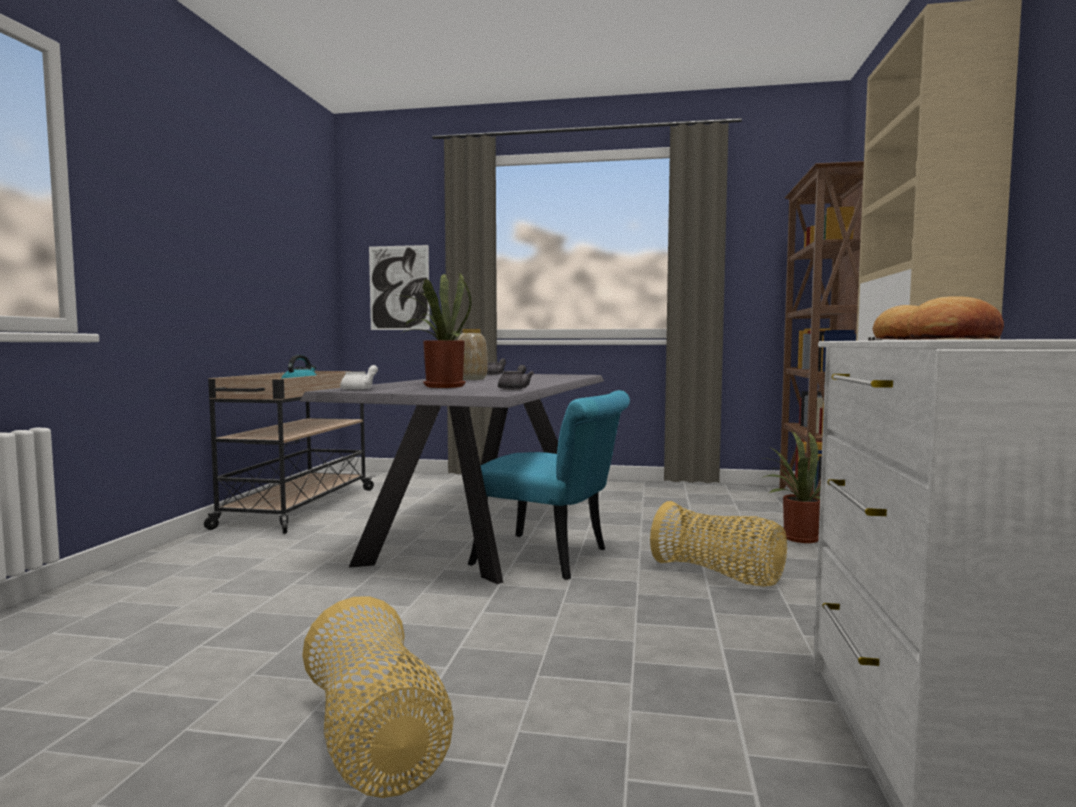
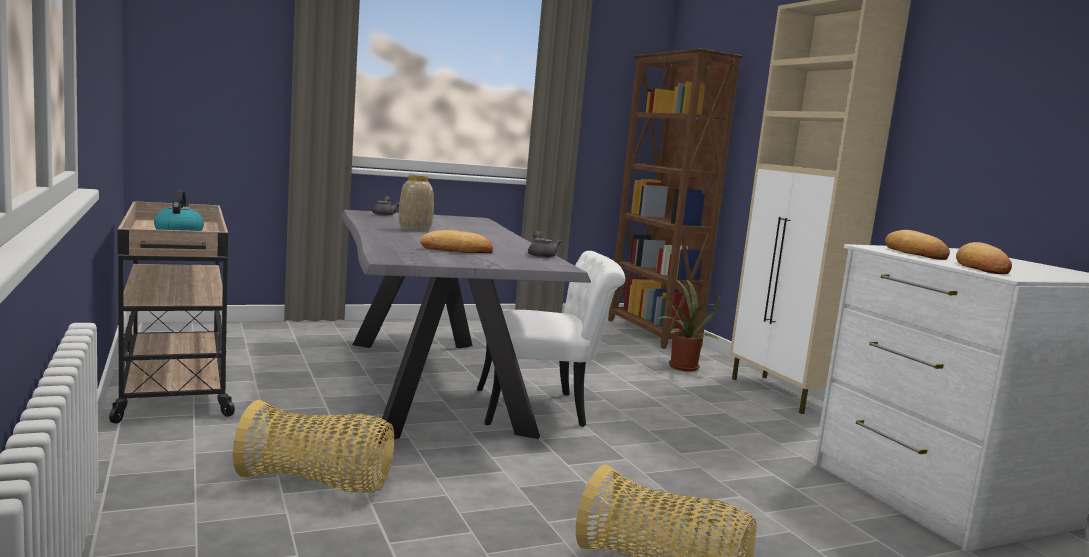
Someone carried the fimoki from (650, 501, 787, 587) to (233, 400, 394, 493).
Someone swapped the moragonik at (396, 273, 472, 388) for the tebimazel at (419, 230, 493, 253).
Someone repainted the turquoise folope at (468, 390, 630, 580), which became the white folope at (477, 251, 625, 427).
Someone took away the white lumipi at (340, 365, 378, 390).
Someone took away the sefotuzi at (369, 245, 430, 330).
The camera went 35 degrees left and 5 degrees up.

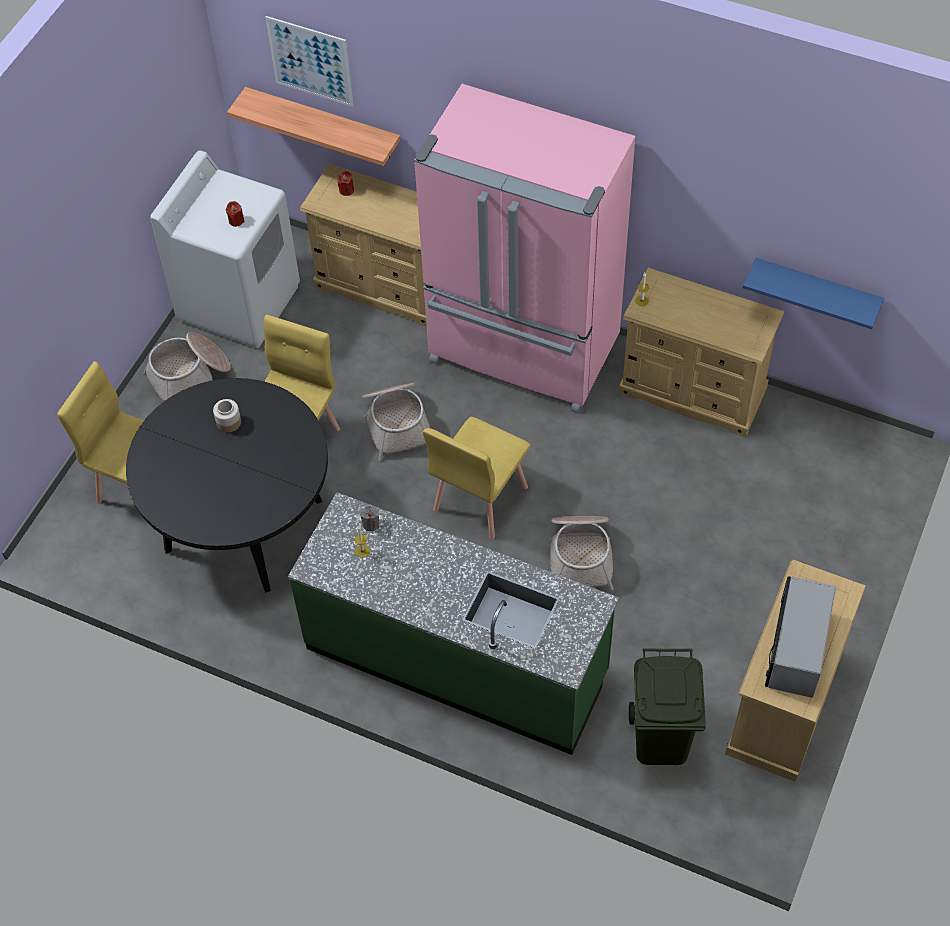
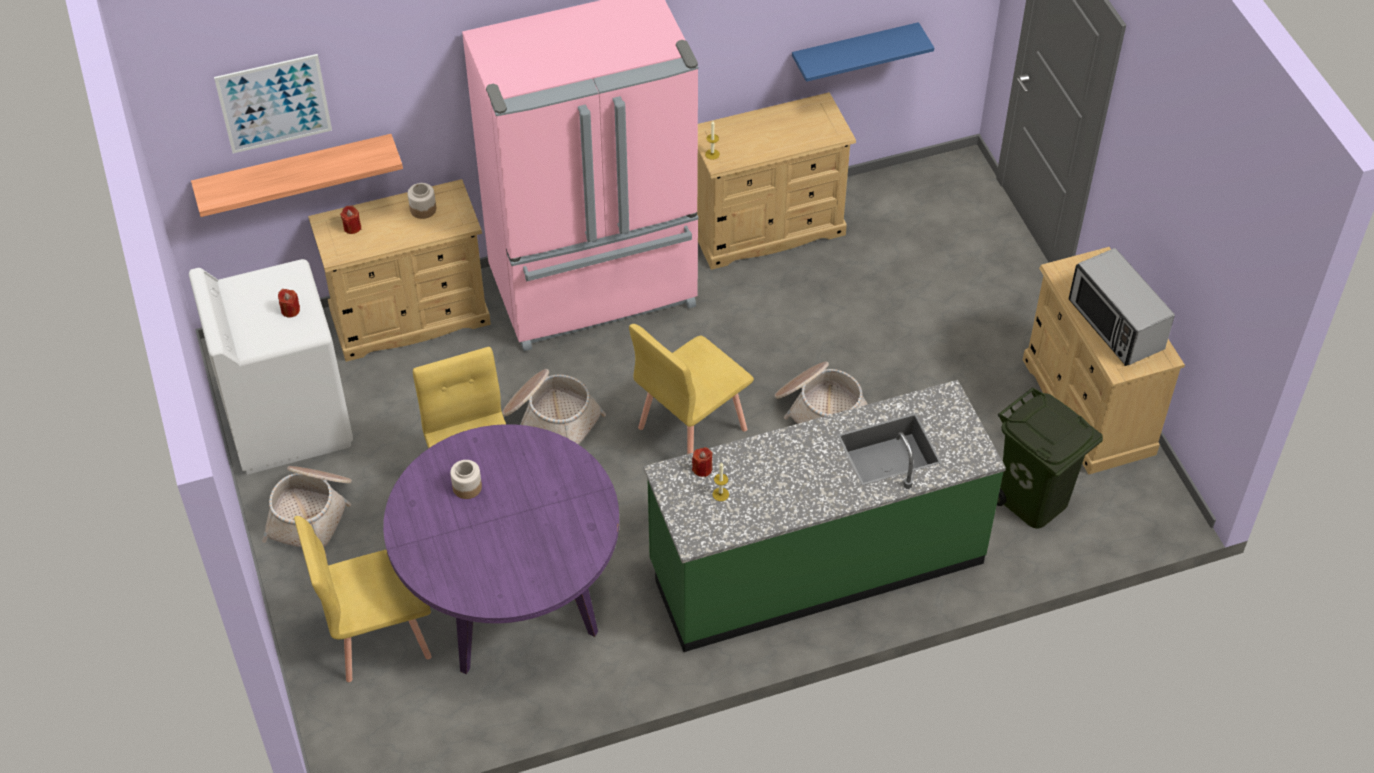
Someone repainted the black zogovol at (126, 378, 328, 593), which became the purple zogovol at (383, 424, 619, 674).
Someone put down the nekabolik at (408, 183, 436, 219).
Someone rotated the yellow folope at (423, 417, 531, 539) by 60 degrees clockwise.
Someone repainted the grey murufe at (361, 506, 380, 531), which became the red murufe at (692, 447, 713, 477).
The camera went 45 degrees left and 5 degrees down.

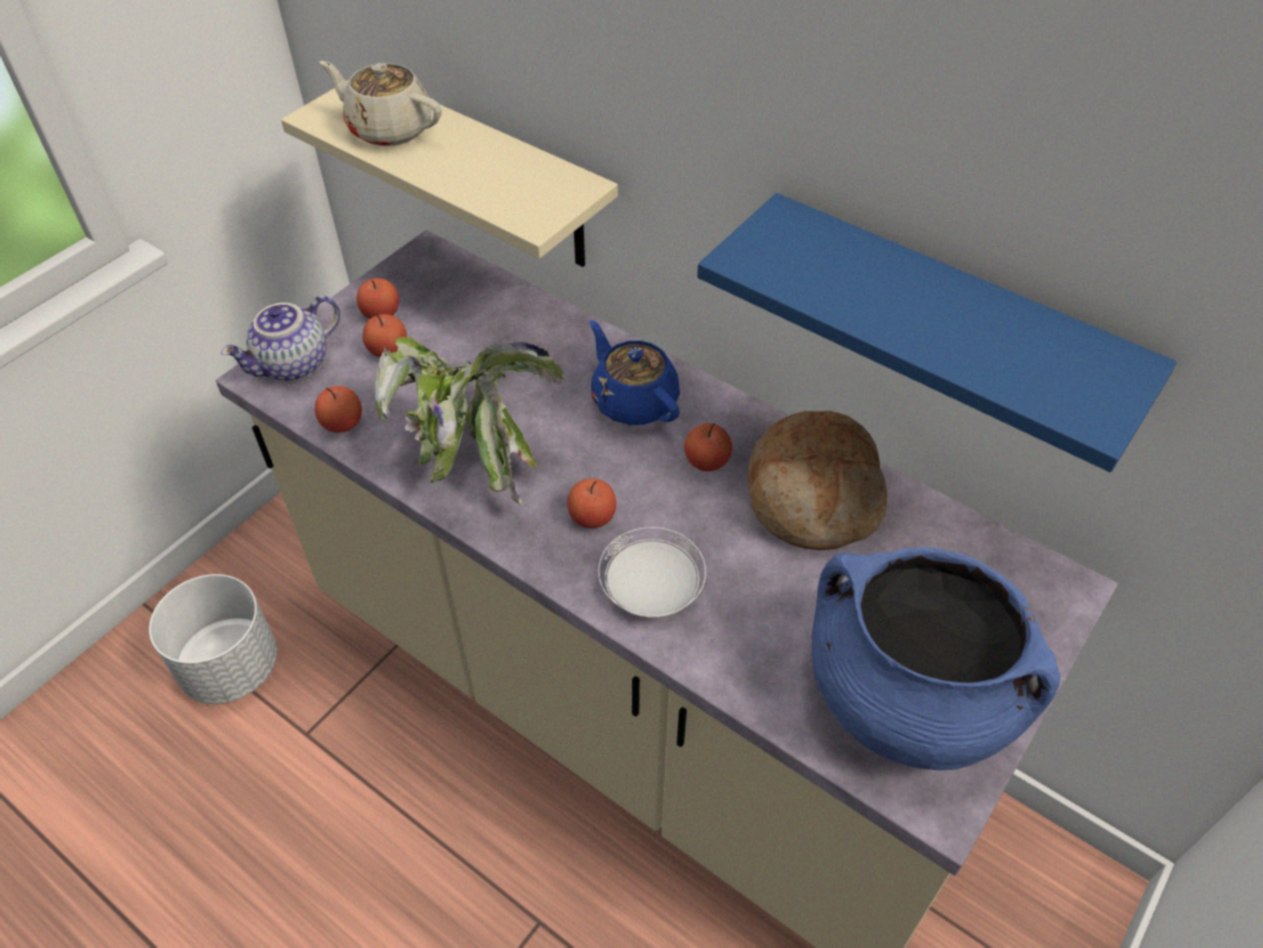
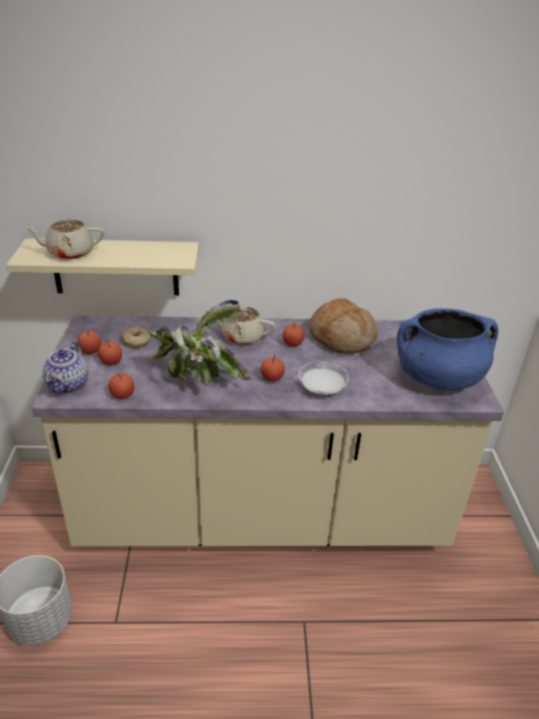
Someone put down the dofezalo at (121, 326, 150, 348).
Someone repainted the blue lumipi at (590, 320, 680, 425), which became the beige lumipi at (208, 306, 275, 345).
Someone took away the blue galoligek at (697, 193, 1177, 472).
The camera went 40 degrees left and 15 degrees down.

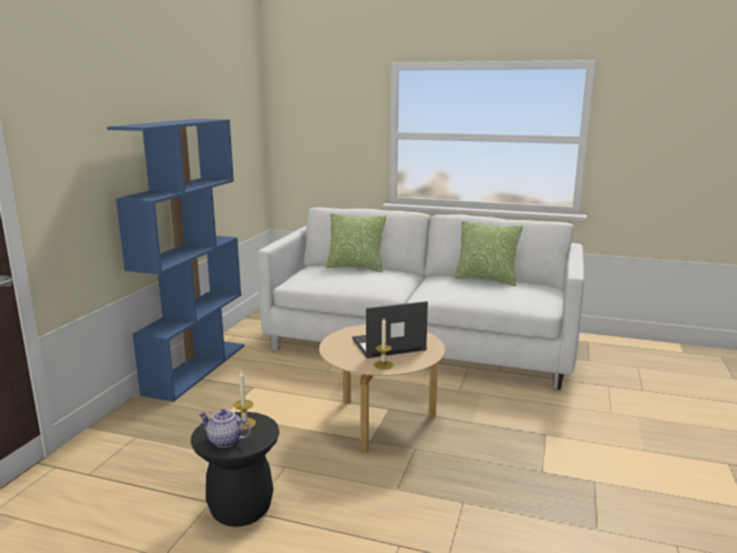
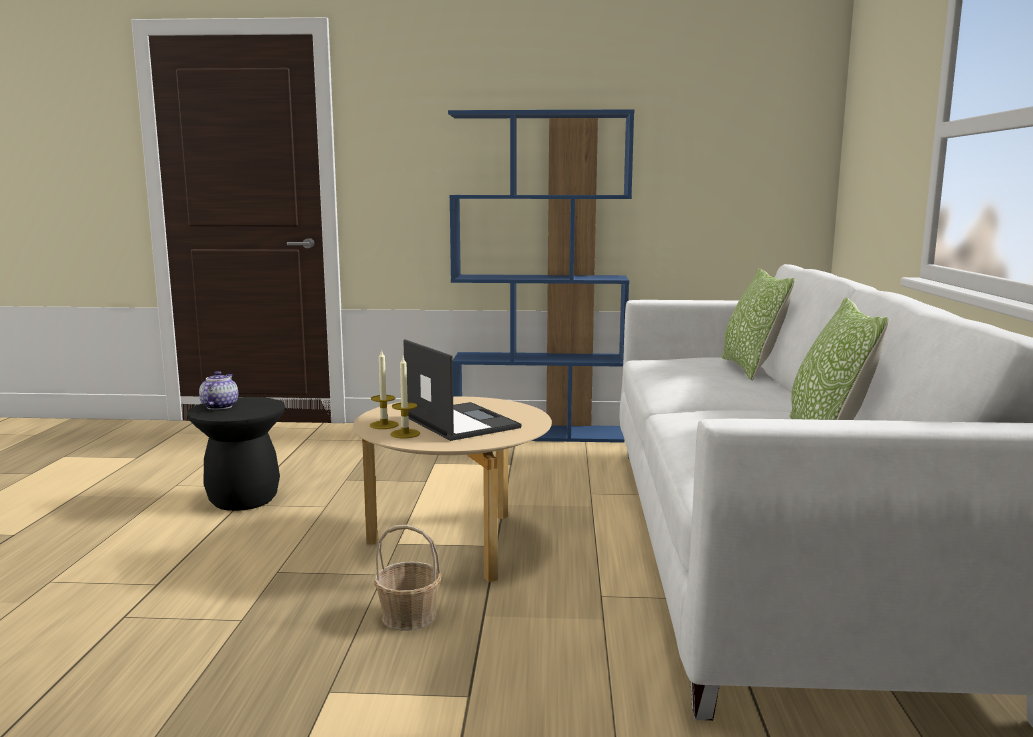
Someone put down the fimoki at (374, 525, 441, 631).
Someone carried the murufe from (234, 371, 256, 430) to (390, 357, 420, 438).
The camera went 75 degrees right and 5 degrees down.

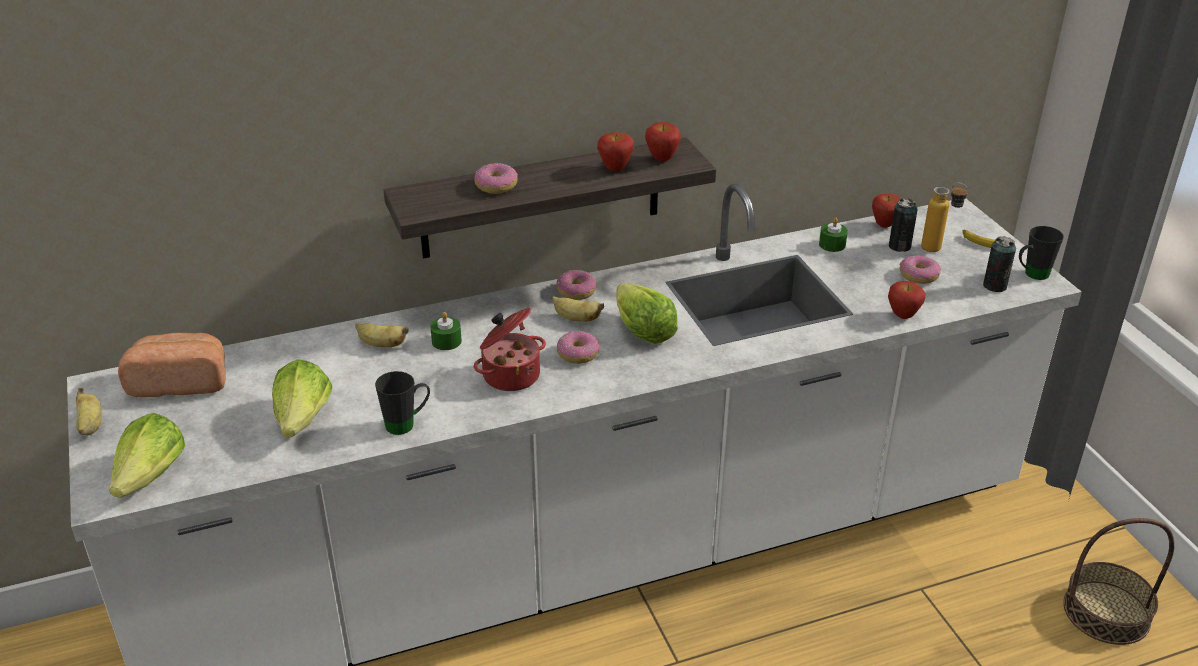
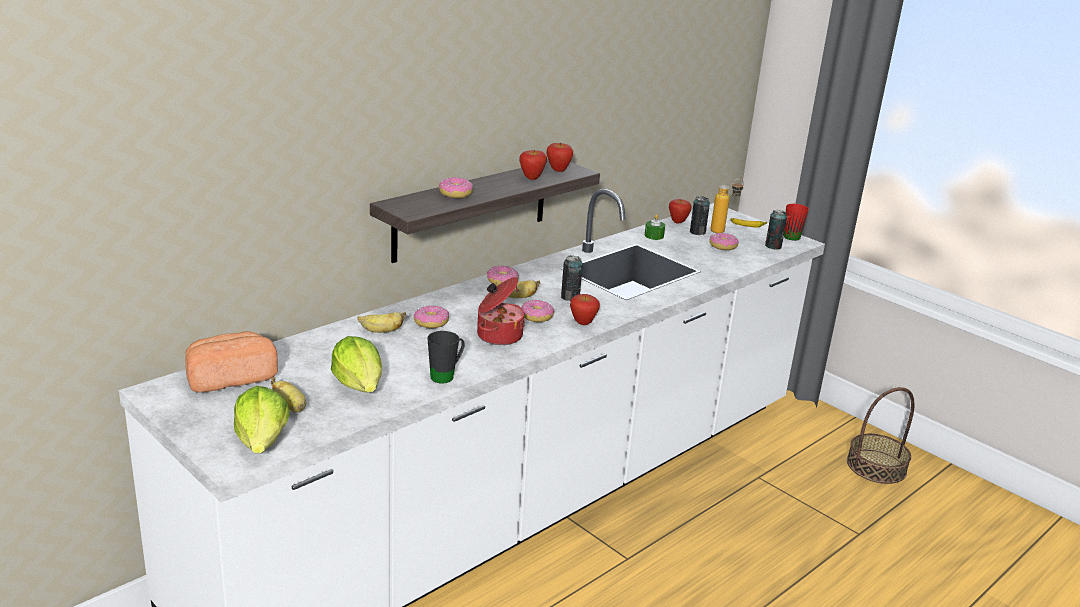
Someone carried the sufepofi from (76, 388, 102, 435) to (271, 377, 306, 413).
Someone swapped the green murufe at (430, 312, 462, 350) for the dofezalo at (414, 305, 449, 328).
Someone swapped the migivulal at (616, 283, 678, 344) for the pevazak at (561, 255, 583, 301).
Someone carried the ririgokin from (888, 281, 926, 319) to (570, 294, 600, 325).
Someone repainted the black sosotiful at (1019, 226, 1064, 280), which became the red sosotiful at (784, 204, 809, 241).
The camera went 25 degrees left and 10 degrees down.

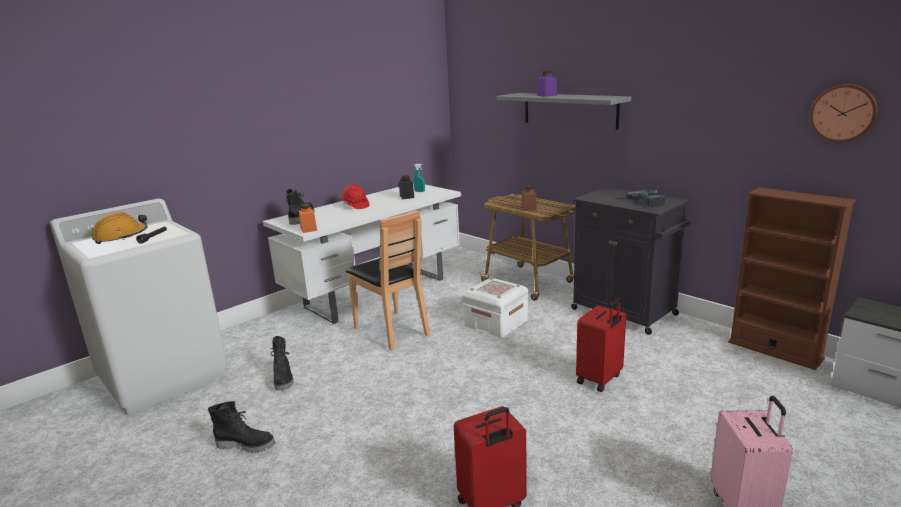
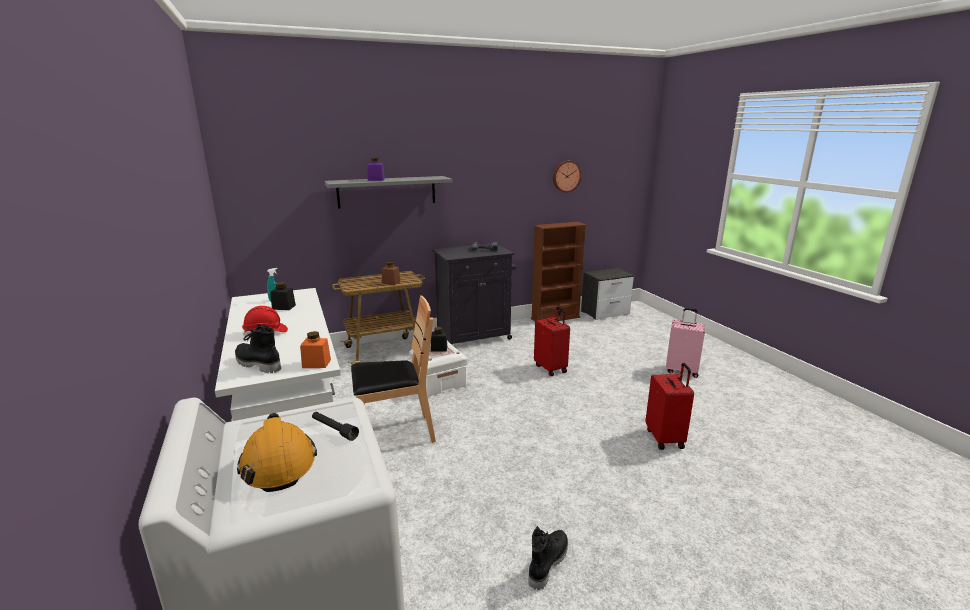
Someone put down the black nekabolik at (431, 327, 447, 352).
Someone took away the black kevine at (270, 336, 294, 391).
The camera went 70 degrees left and 0 degrees up.

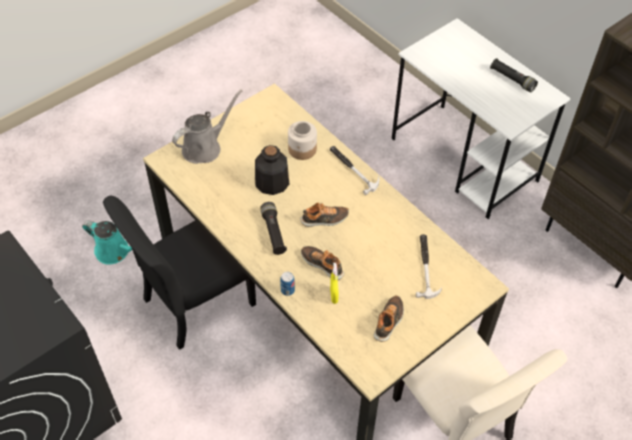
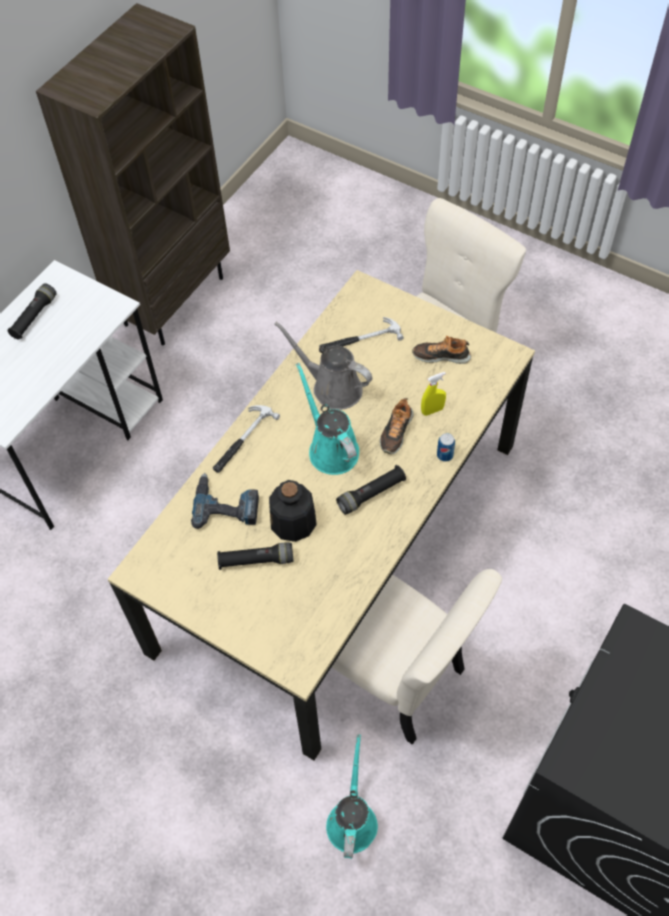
Someone swapped the nekabolik at (288, 121, 317, 160) for the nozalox at (191, 473, 259, 529).
Someone put down the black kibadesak at (217, 543, 294, 570).
Someone carried the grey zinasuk from (172, 90, 242, 164) to (275, 321, 372, 410).
Someone swapped the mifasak at (300, 203, 349, 227) for the turquoise zinasuk at (296, 363, 359, 475).
Someone repainted the black folope at (103, 196, 256, 350), which became the beige folope at (332, 569, 502, 745).
The camera went 105 degrees left and 5 degrees up.

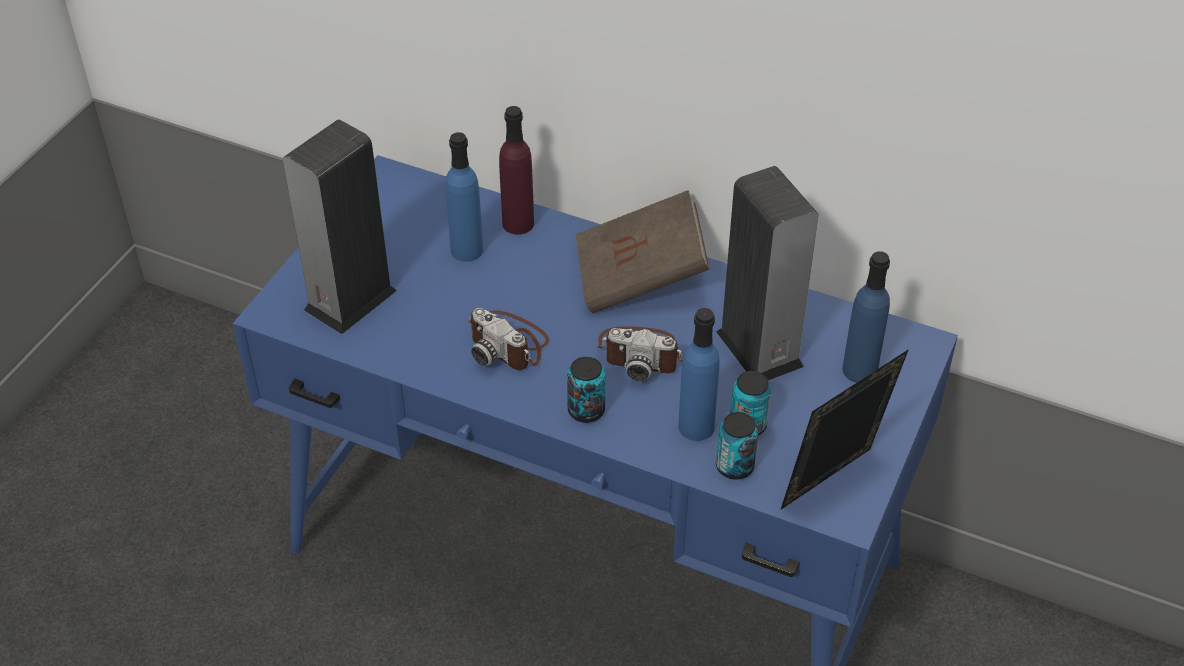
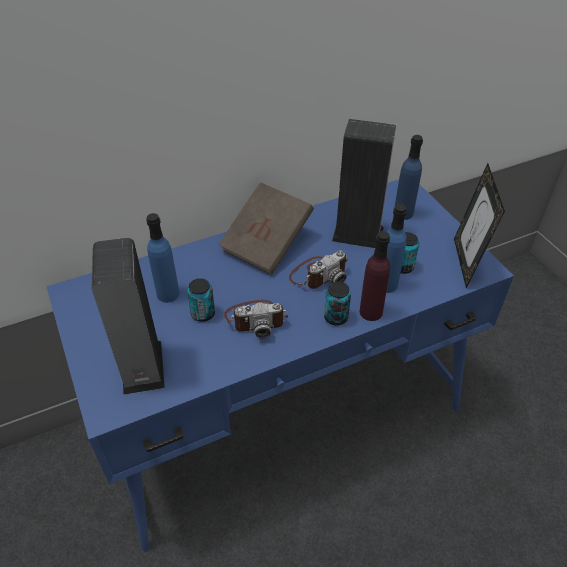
Someone carried the pevazak from (716, 412, 758, 479) to (187, 278, 215, 322).
Someone carried the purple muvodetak from (499, 106, 534, 235) to (360, 231, 390, 321).
The camera went 50 degrees left and 0 degrees up.

